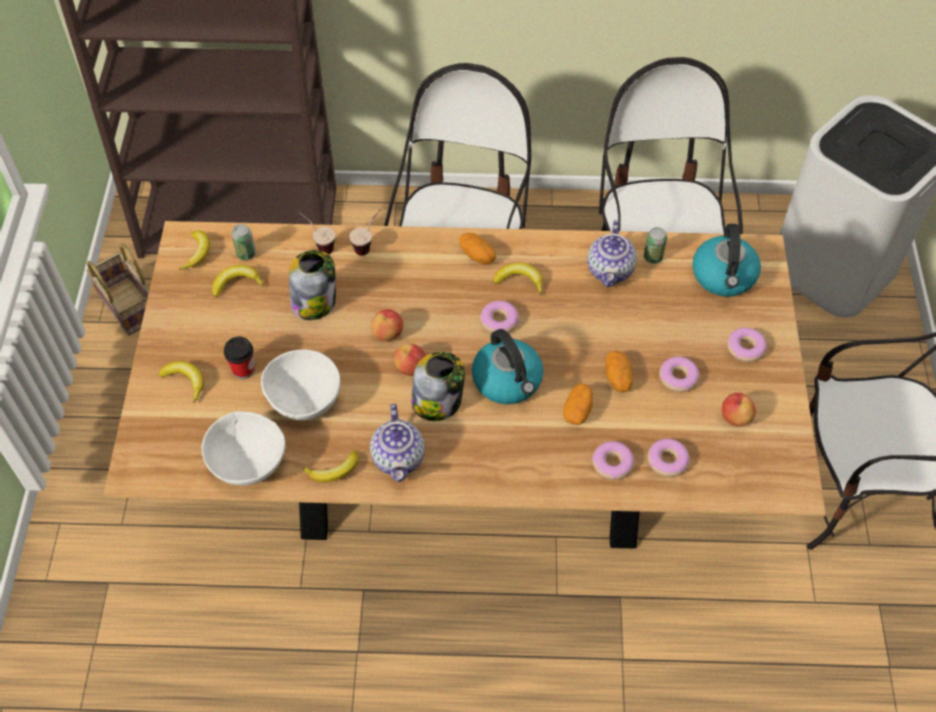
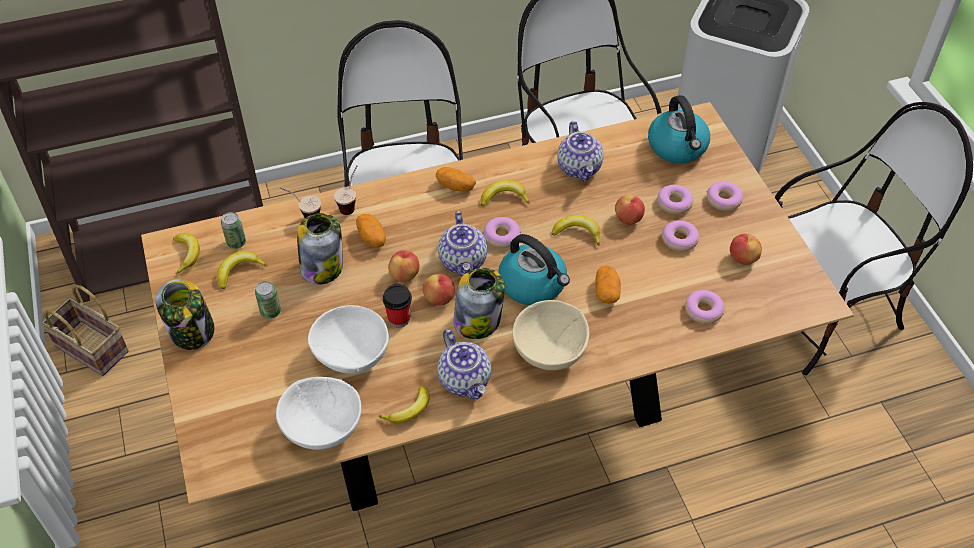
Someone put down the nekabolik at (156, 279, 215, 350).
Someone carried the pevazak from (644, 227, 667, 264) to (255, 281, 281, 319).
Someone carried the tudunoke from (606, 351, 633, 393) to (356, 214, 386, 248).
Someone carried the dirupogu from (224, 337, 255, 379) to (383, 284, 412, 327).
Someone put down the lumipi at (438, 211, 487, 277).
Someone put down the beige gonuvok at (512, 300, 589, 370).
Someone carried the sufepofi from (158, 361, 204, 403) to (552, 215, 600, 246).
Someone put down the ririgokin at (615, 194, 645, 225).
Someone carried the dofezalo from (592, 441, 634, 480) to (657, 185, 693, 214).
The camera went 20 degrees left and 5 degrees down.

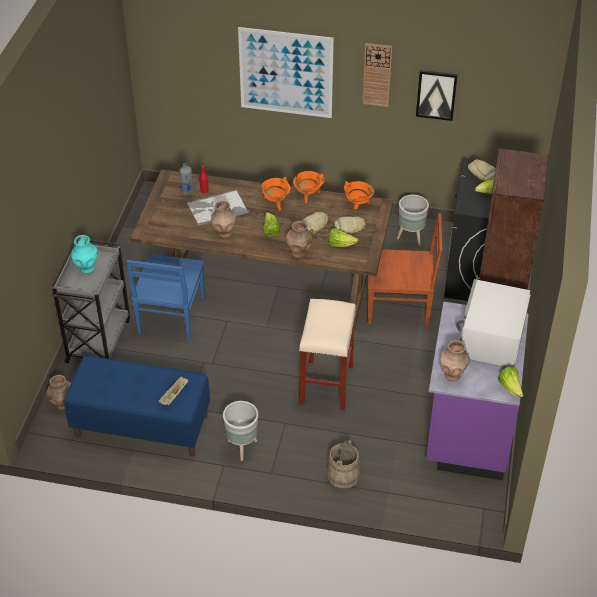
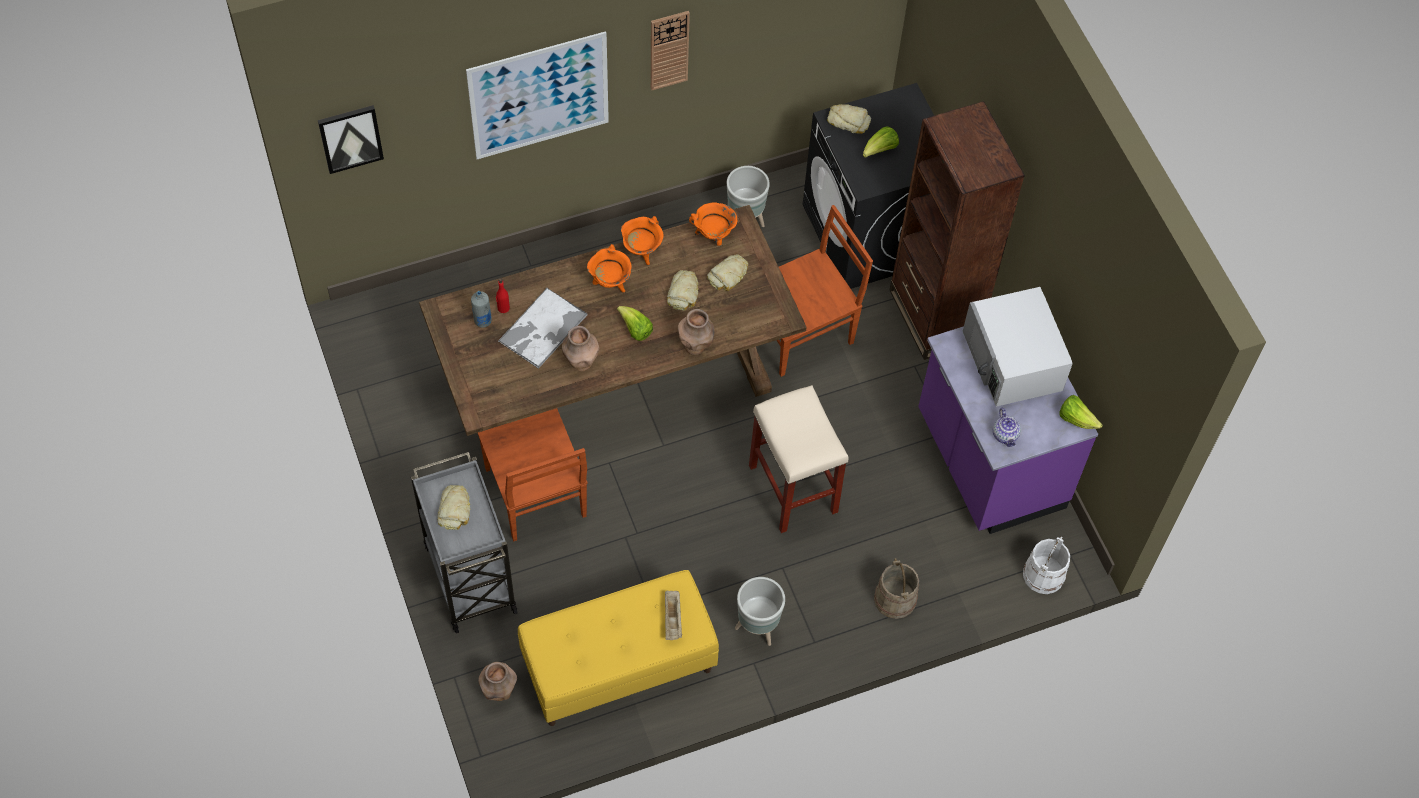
Someone carried the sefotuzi from (416, 70, 458, 121) to (318, 105, 384, 174).
Someone swapped the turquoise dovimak at (71, 235, 98, 273) for the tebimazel at (437, 485, 470, 530).
Someone repainted the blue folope at (127, 254, 205, 341), which became the brown folope at (478, 408, 587, 541).
Someone repainted the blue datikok at (64, 356, 210, 457), which became the yellow datikok at (518, 570, 719, 726).
Someone swapped the brown dovimak at (440, 340, 470, 382) for the lumipi at (993, 408, 1021, 447).
Someone put down the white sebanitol at (1023, 537, 1070, 594).
Someone took away the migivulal at (328, 228, 359, 247).
The camera went 35 degrees left and 15 degrees up.

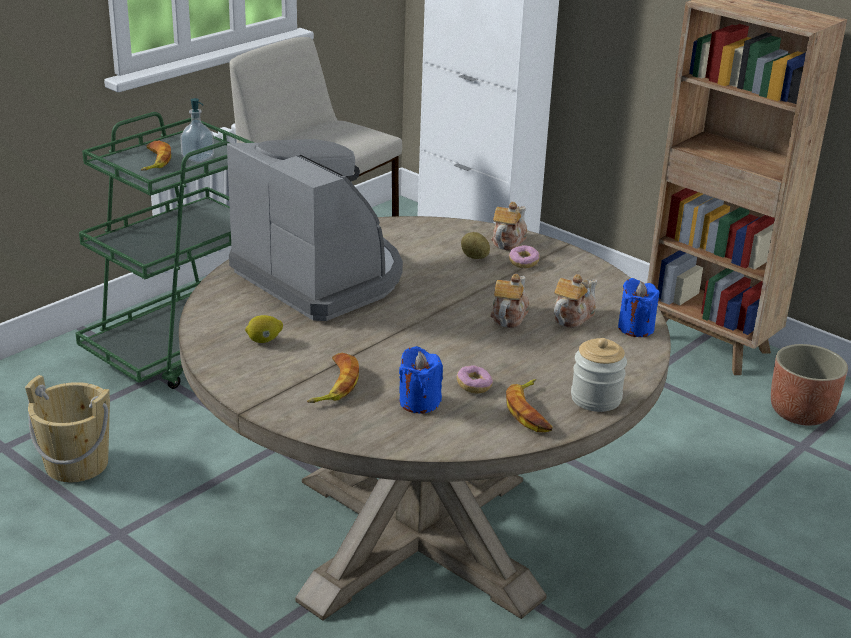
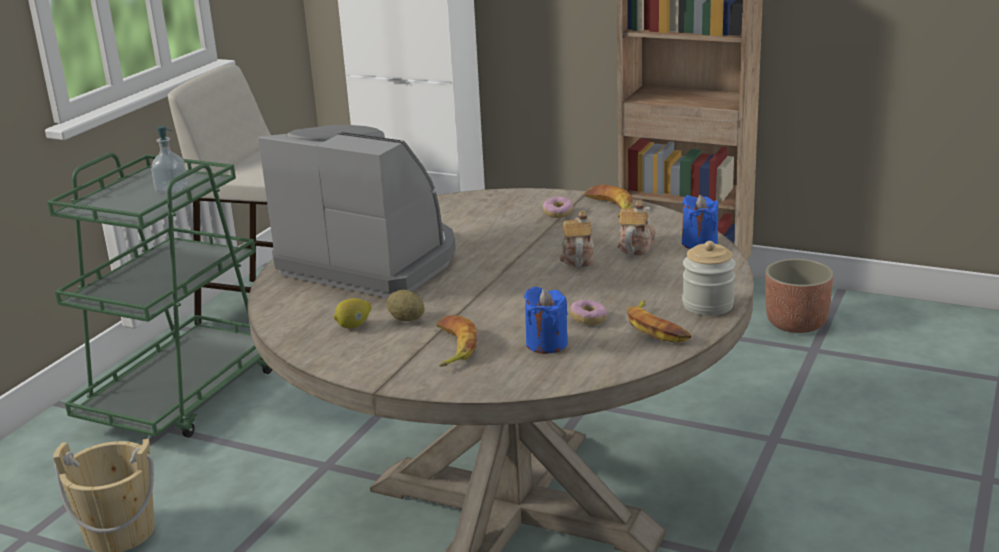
Someone carried the tudunoke from (461, 232, 490, 259) to (387, 290, 424, 321).
Someone carried the sufepofi from (141, 141, 171, 171) to (584, 185, 633, 218).
Someone took away the lumipi at (491, 202, 527, 250).
The camera went 15 degrees left and 5 degrees down.

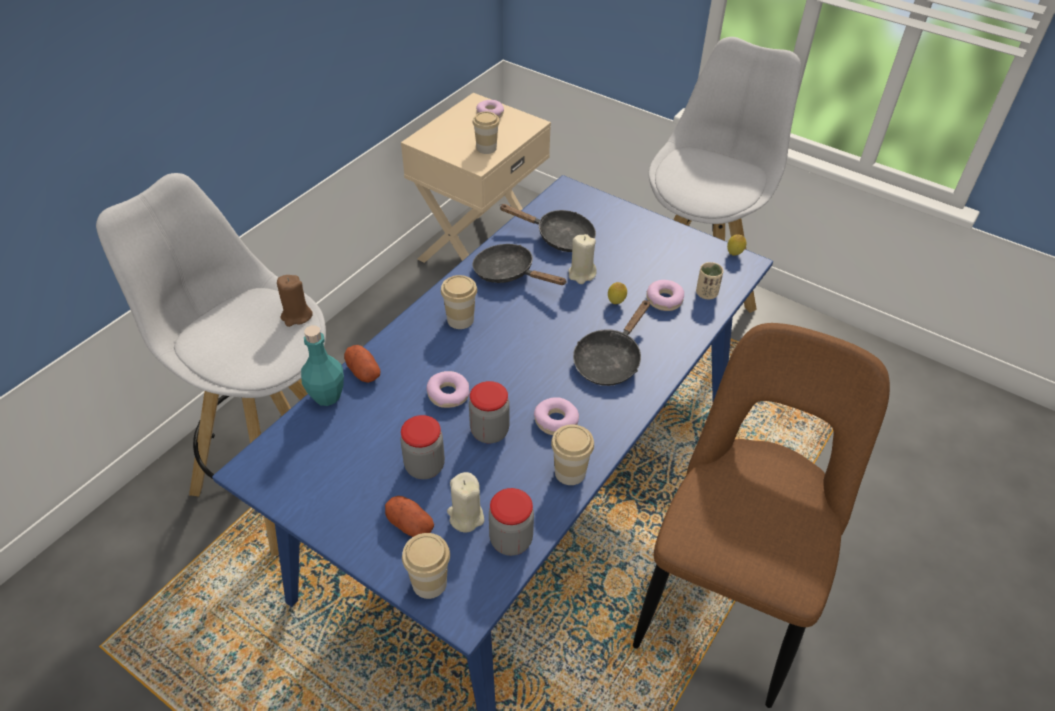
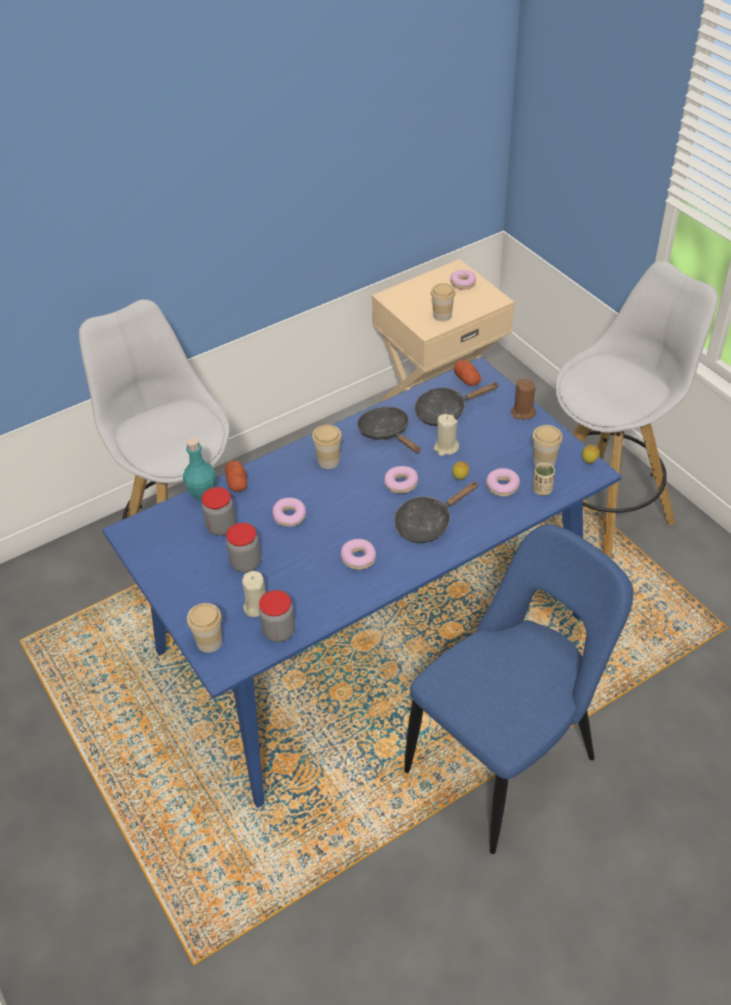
Someone carried the nekabolik from (469, 381, 509, 443) to (201, 487, 236, 536).
Someone put down the dofezalo at (384, 466, 418, 493).
Someone repainted the brown folope at (633, 323, 890, 708), which became the blue folope at (404, 524, 633, 854).
Someone rotated the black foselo at (499, 204, 596, 252) by 120 degrees clockwise.
Someone carried the tudunoke from (385, 496, 434, 537) to (454, 360, 481, 386).
Someone carried the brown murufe from (277, 275, 313, 327) to (511, 379, 536, 420).
Someone carried the dirupogu from (551, 424, 594, 485) to (532, 425, 563, 467).
The camera went 25 degrees right and 0 degrees up.

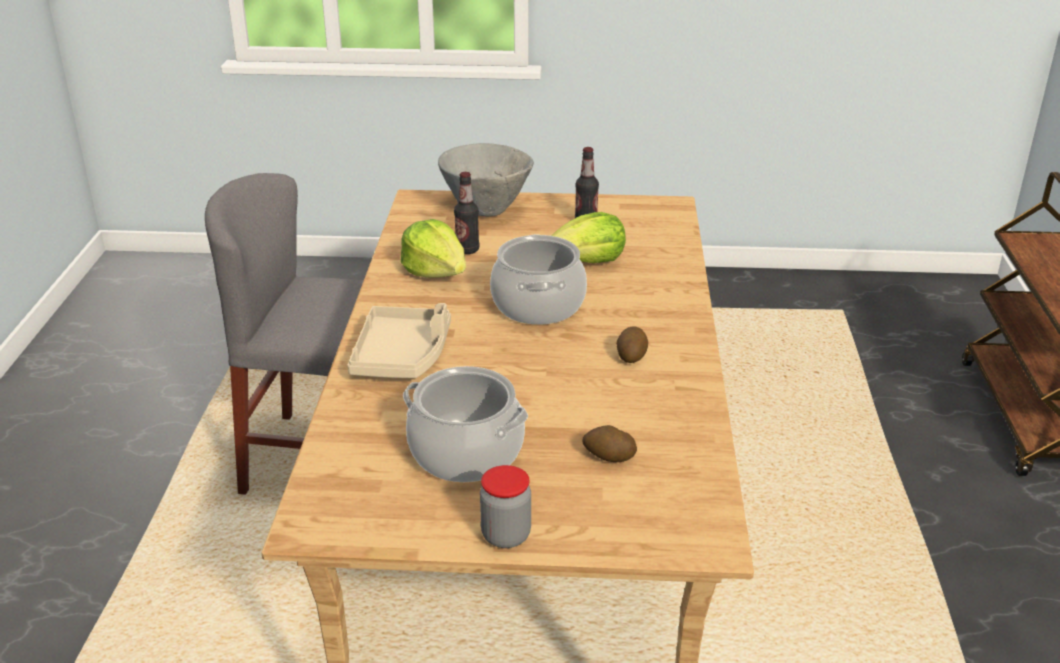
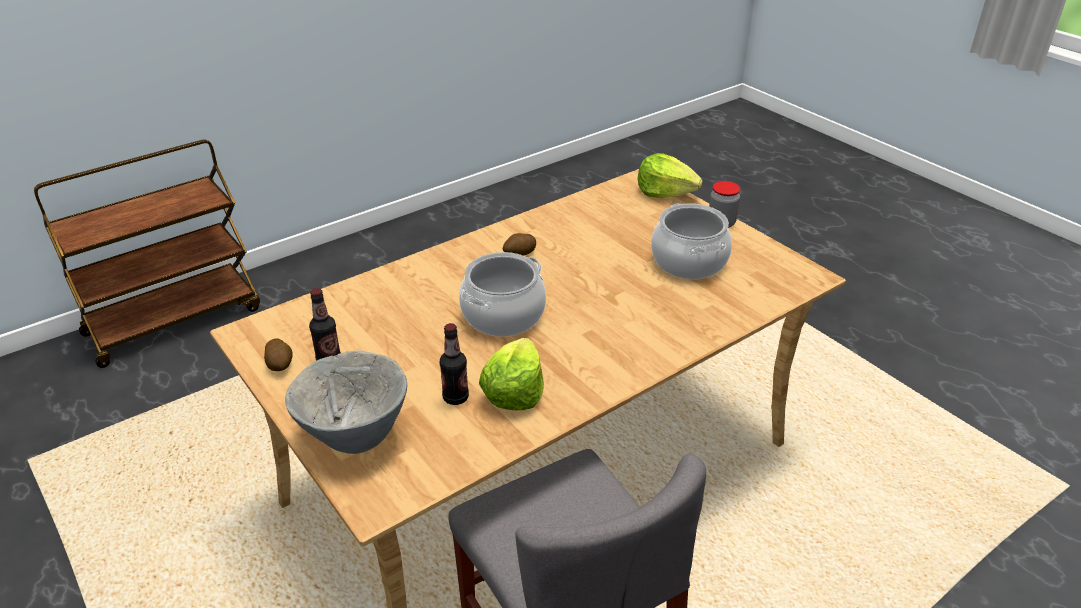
Someone carried the tudunoke from (582, 425, 637, 462) to (264, 338, 293, 371).
Someone carried the migivulal from (551, 212, 626, 263) to (638, 153, 703, 198).
Someone took away the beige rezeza at (348, 303, 451, 378).
The camera went 130 degrees left and 5 degrees up.

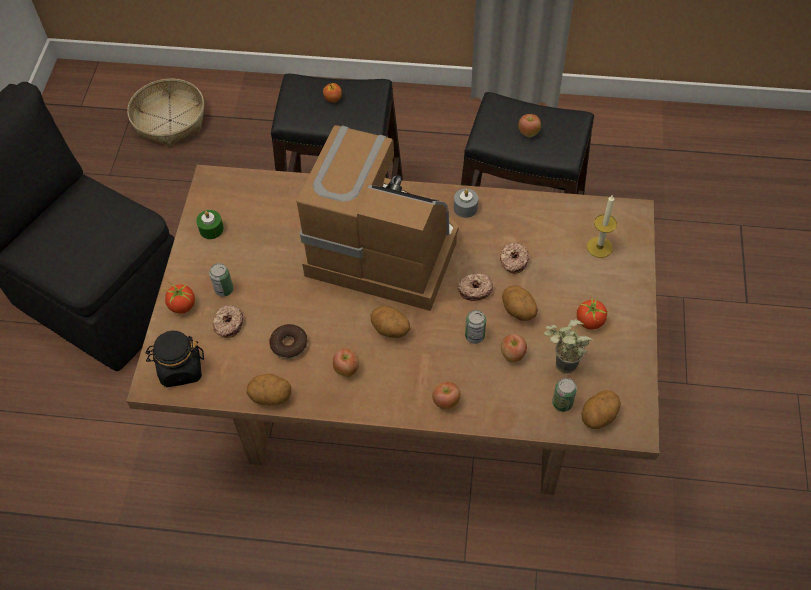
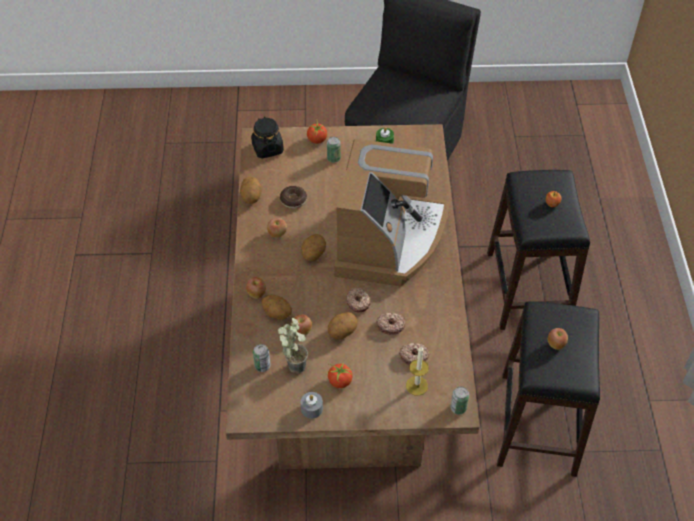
Someone carried the tudunoke from (582, 390, 621, 429) to (262, 294, 292, 320).
Someone carried the grey murufe from (454, 189, 478, 218) to (301, 392, 323, 418).
Someone carried the dofezalo from (213, 305, 243, 338) to (399, 343, 429, 365).
Someone carried the pevazak from (465, 310, 486, 344) to (450, 386, 469, 414).
Someone took away the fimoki at (127, 79, 204, 147).
The camera went 80 degrees right and 5 degrees down.

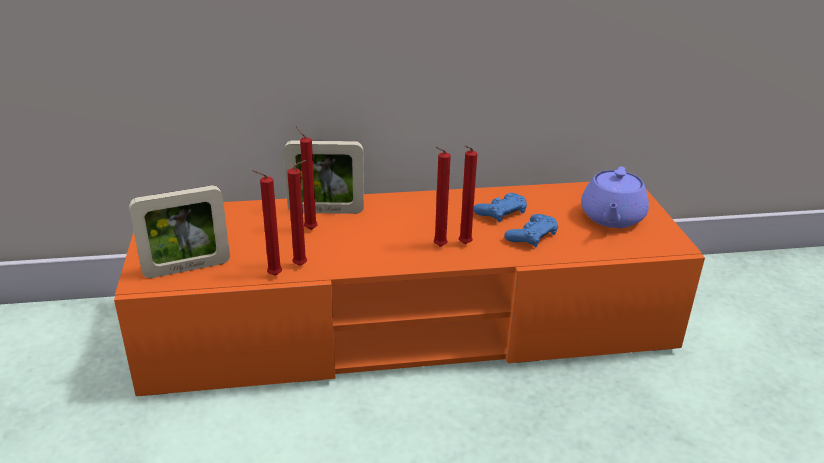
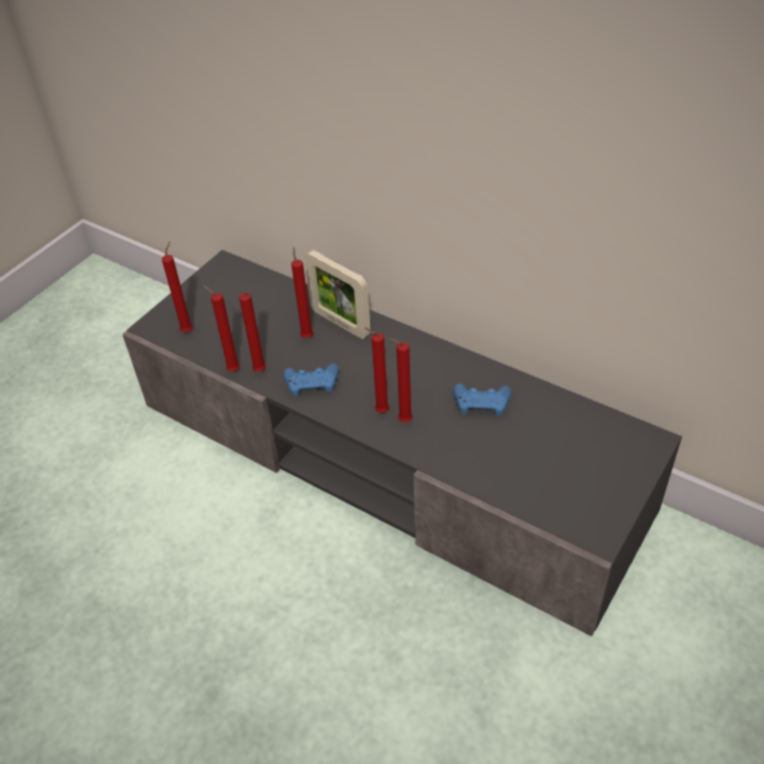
Someone repainted the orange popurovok at (114, 182, 705, 396), which became the grey popurovok at (122, 250, 682, 636).
Someone swapped the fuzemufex at (129, 185, 230, 278) for the red murufe at (162, 242, 193, 332).
Someone carried the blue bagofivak from (504, 214, 558, 248) to (283, 364, 339, 396).
Someone took away the purple lumipi at (581, 167, 649, 228).
The camera went 45 degrees right and 15 degrees up.

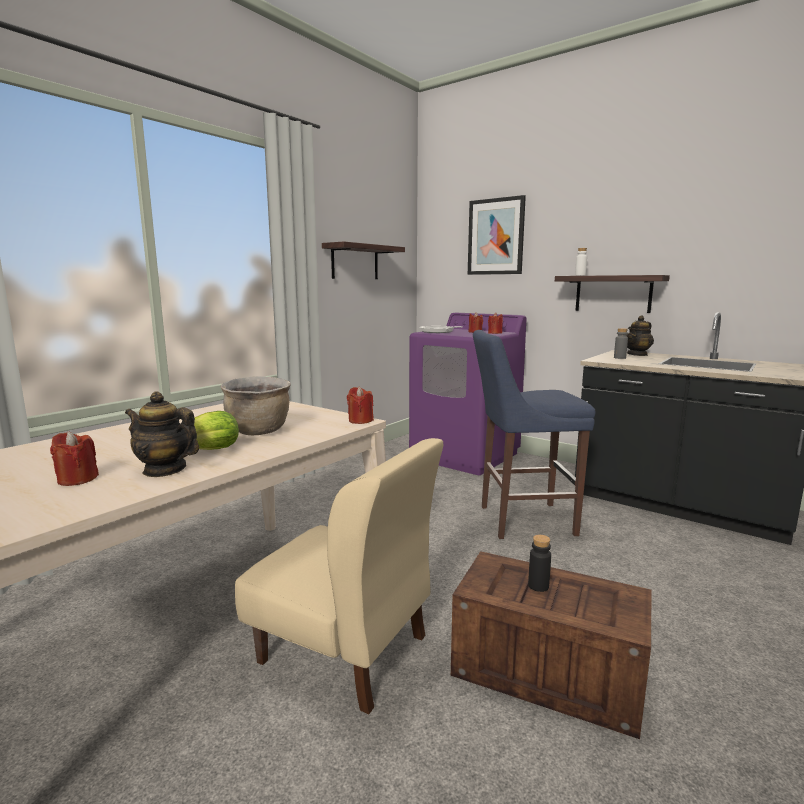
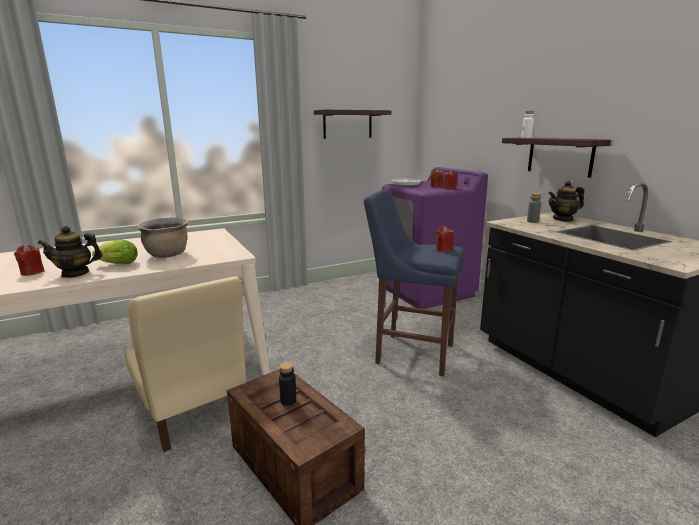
Someone rotated the lumipi at (125, 392, 199, 477) by 60 degrees counterclockwise.
Someone carried the red murufe from (347, 386, 374, 424) to (436, 226, 454, 252).
Someone took away the sefotuzi at (468, 195, 526, 275).
The camera went 25 degrees right and 5 degrees up.

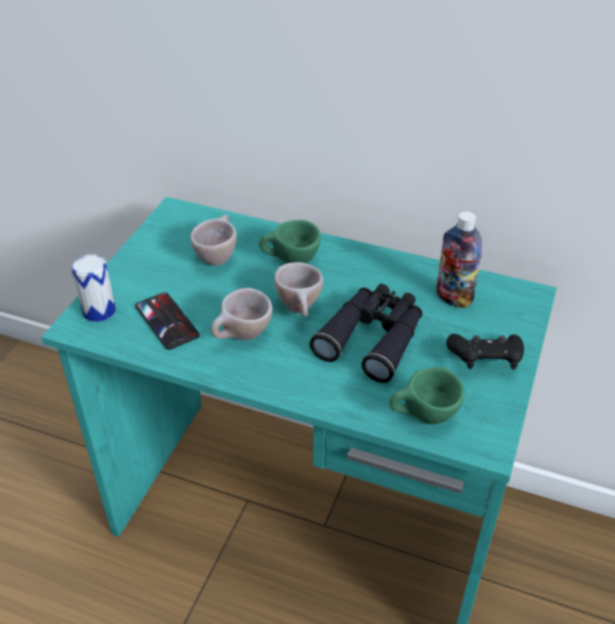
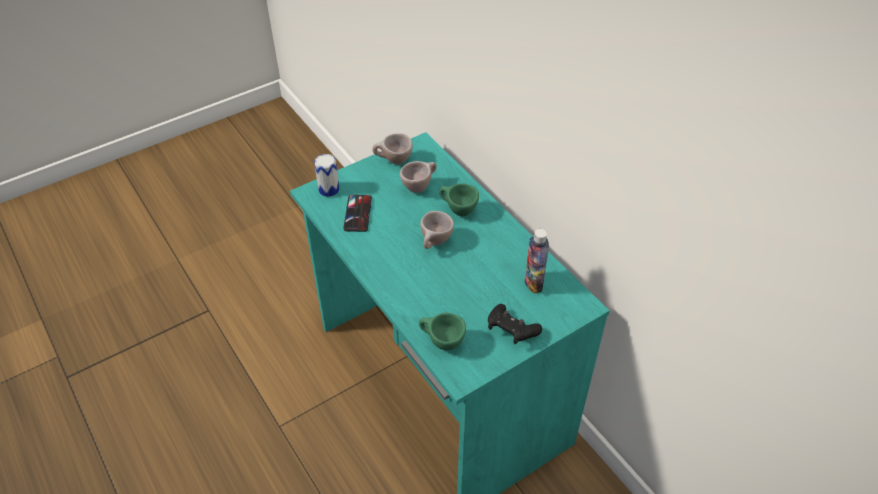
Someone carried the beige dirupogu from (211, 288, 272, 340) to (372, 133, 413, 164).
Someone took away the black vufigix at (310, 284, 422, 383).
The camera went 35 degrees right and 5 degrees up.

